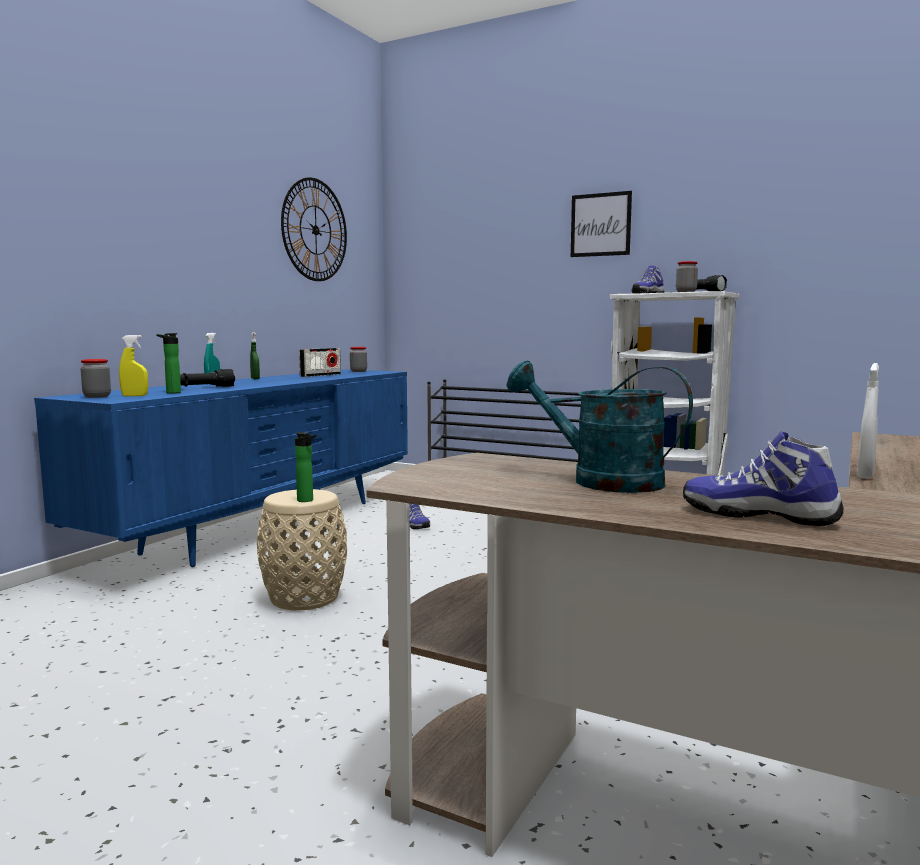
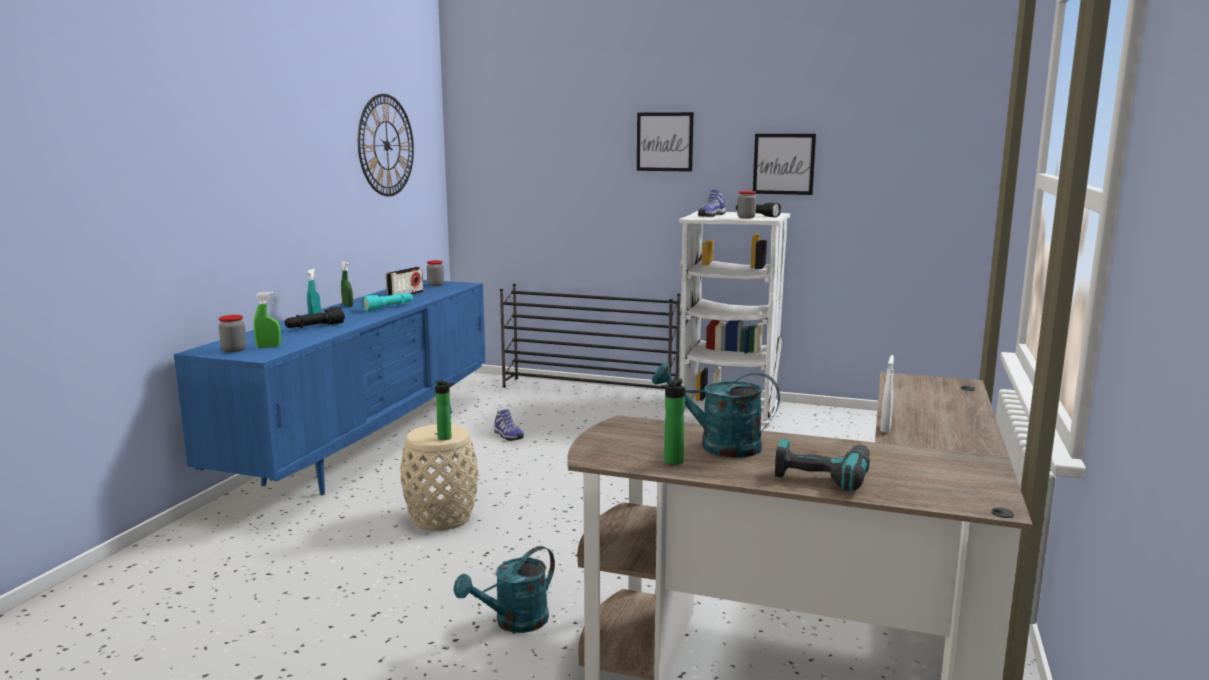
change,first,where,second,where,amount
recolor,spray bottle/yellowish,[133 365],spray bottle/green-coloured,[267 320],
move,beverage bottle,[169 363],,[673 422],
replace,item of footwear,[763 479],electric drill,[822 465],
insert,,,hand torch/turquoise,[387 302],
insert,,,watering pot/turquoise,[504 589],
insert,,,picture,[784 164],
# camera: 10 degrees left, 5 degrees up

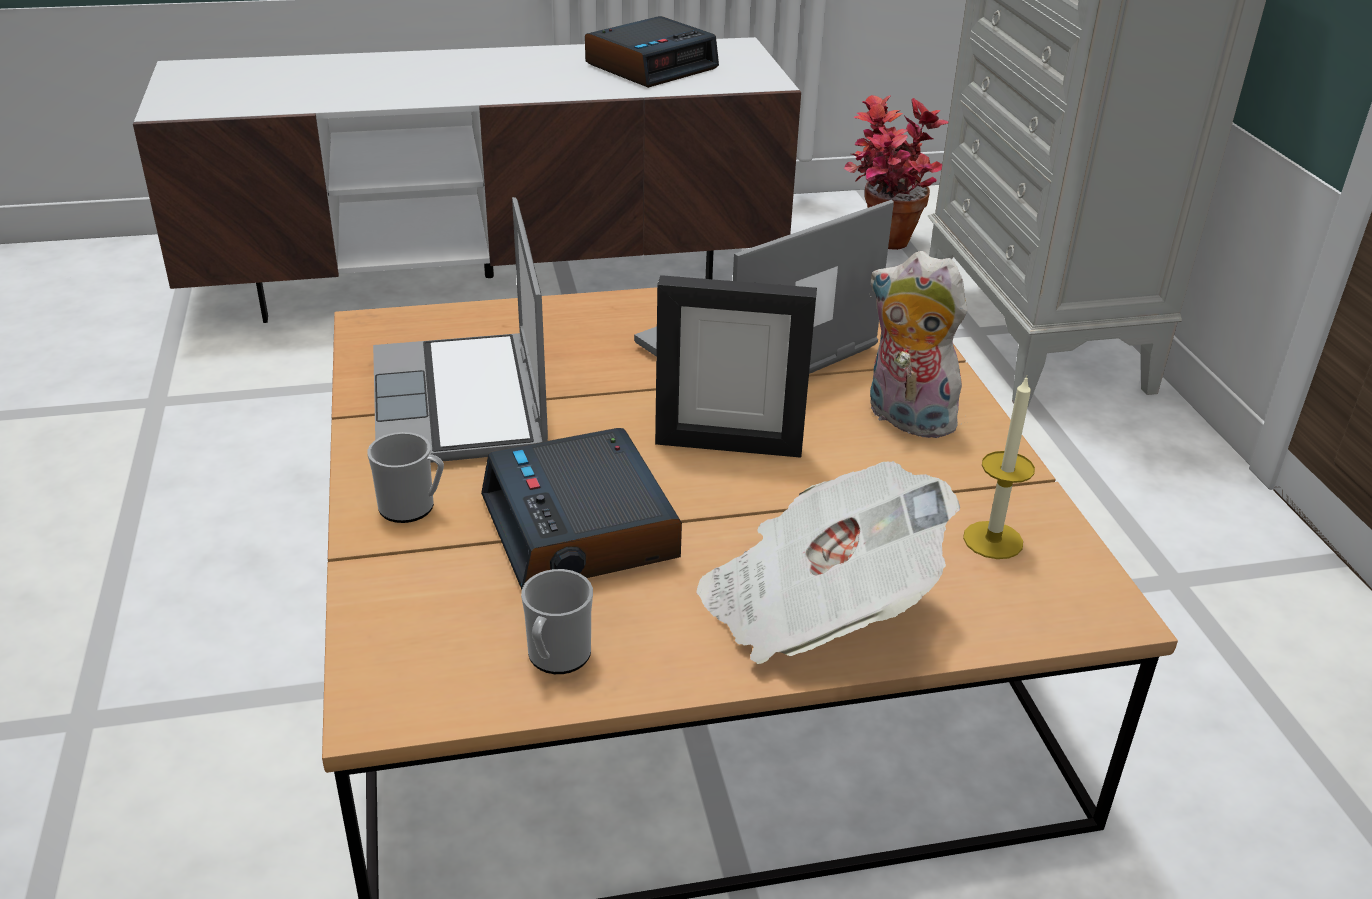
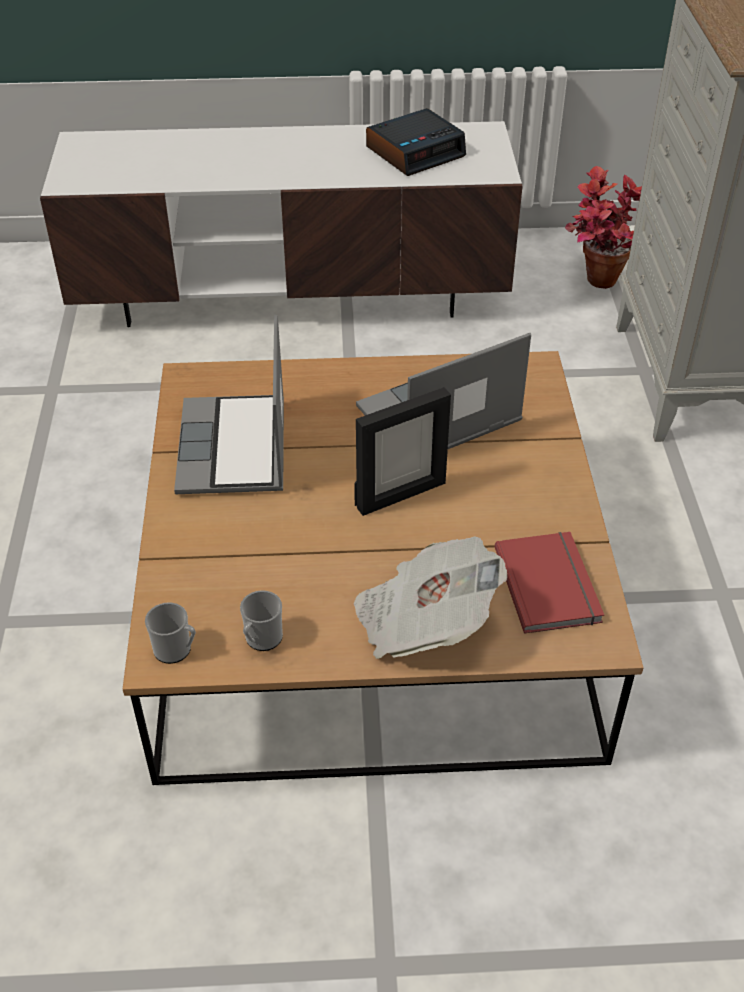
change,first,where,second,where,amount
move,coffee mug,[406 477],,[170 633],
delete,table clock,[581 509],,,
rotate,standing frame,[736 366],,[402 451],45 degrees counterclockwise
delete,soft toy,[918 344],,,
replace,wax light,[999 467],bound book/red,[549 583],
# camera: 10 degrees right, 10 degrees up

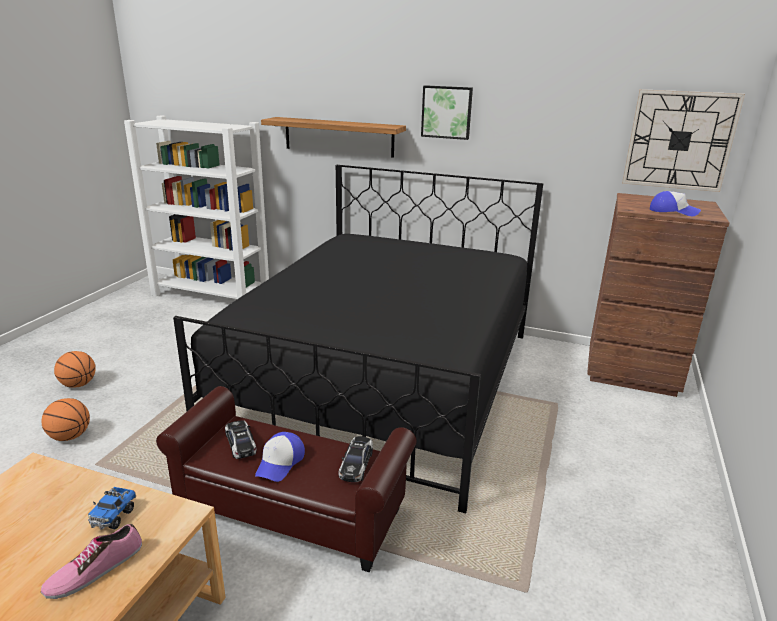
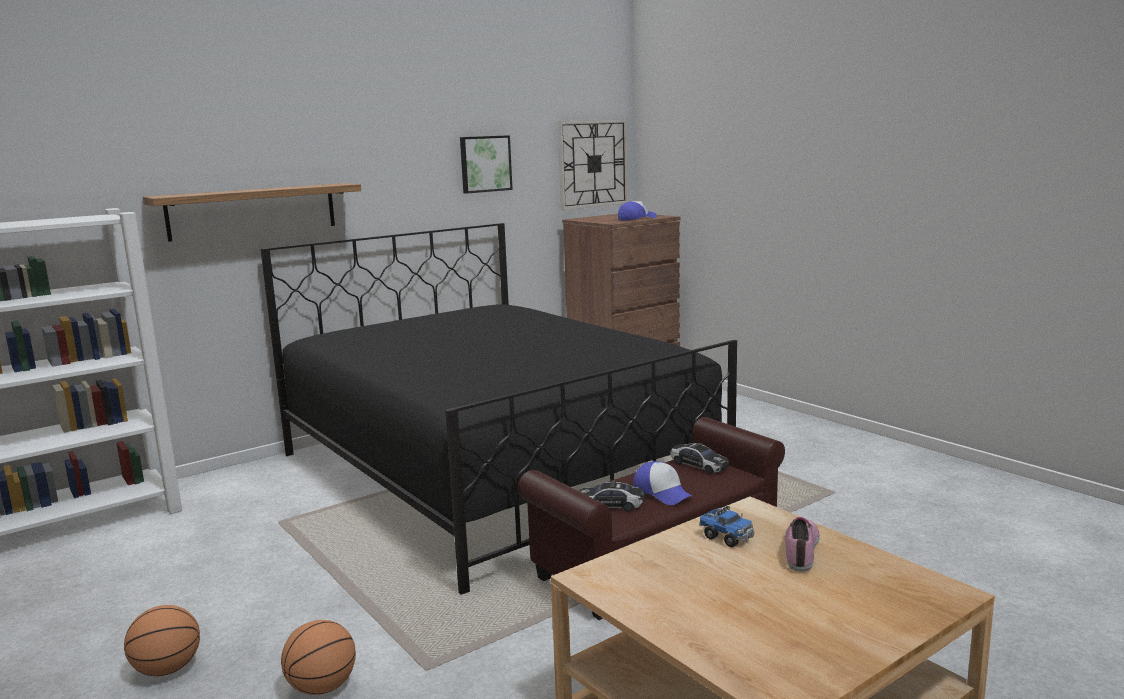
change,first,where,second,where,amount
rotate,item of footwear,[91 561],,[802 544],150 degrees counterclockwise
move,picture,[447 112],,[486 164],
# camera: 55 degrees left, 10 degrees down

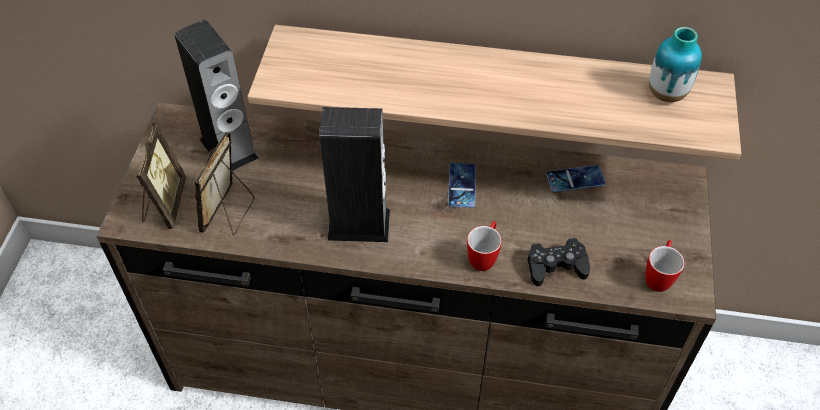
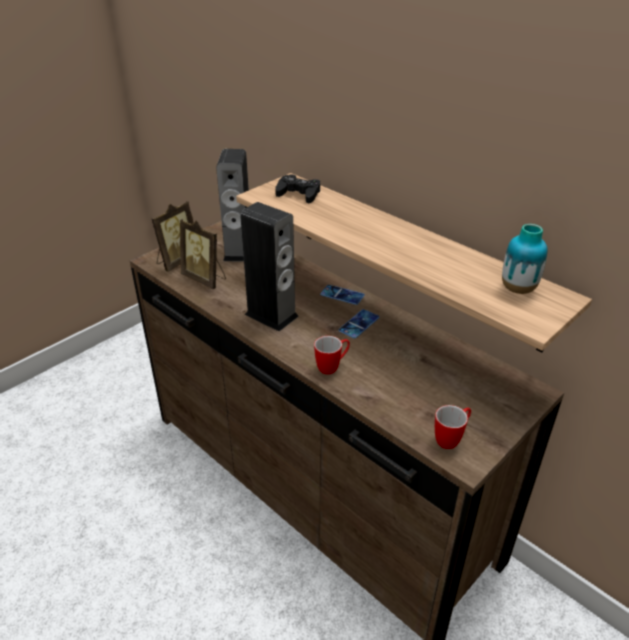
change,first,where,second,where,amount
rotate,standing frame,[225 183],,[203 254],105 degrees counterclockwise
move,joypad/blackish,[558 262],,[297 188],
move,phone,[576 178],,[342 295],
# camera: 35 degrees right, 15 degrees down

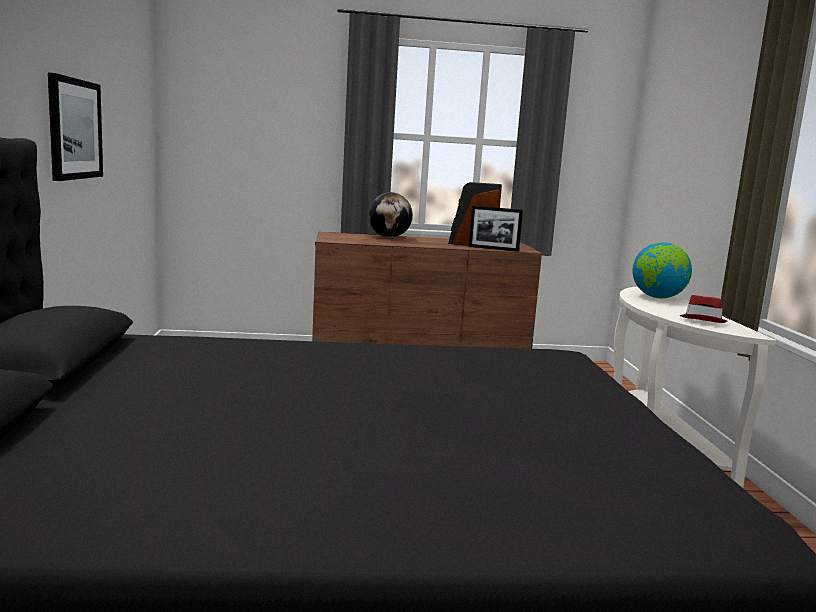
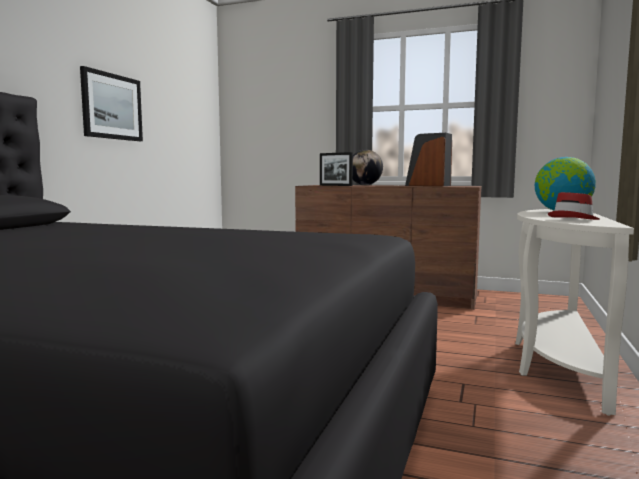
change,first,where,second,where,amount
move,standing frame,[496 229],,[336 169],
# camera: 25 degrees right, 5 degrees down

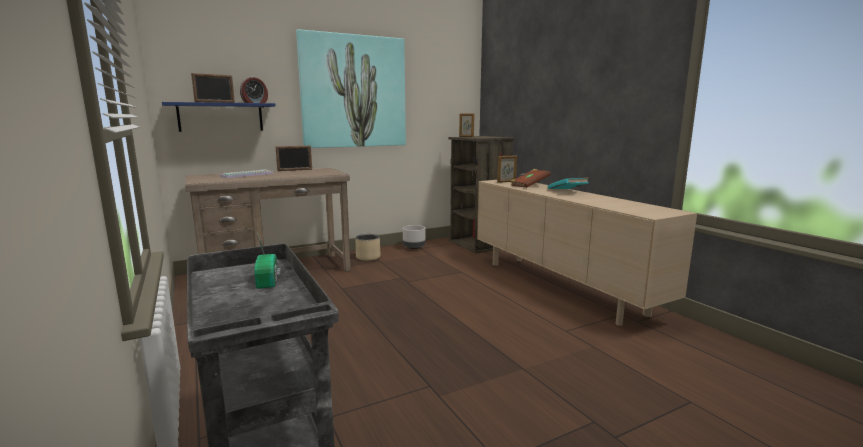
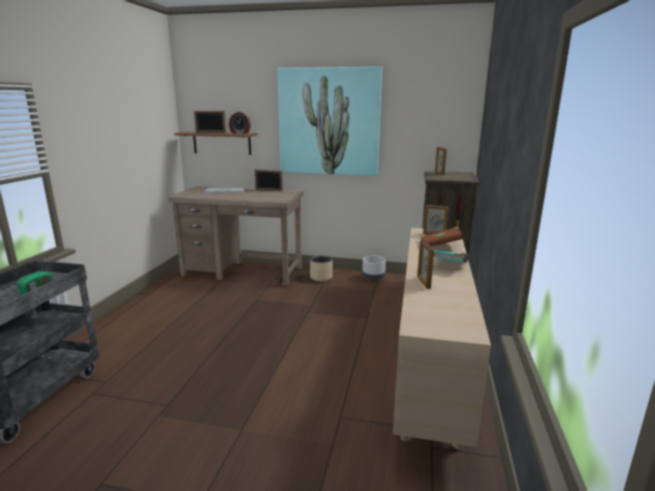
change,first,where,second,where,amount
recolor,shelf/blue-coloured,[219 117],shelf/brown,[216 143],
insert,,,standing frame,[425 264],
# camera: 40 degrees right, 5 degrees up

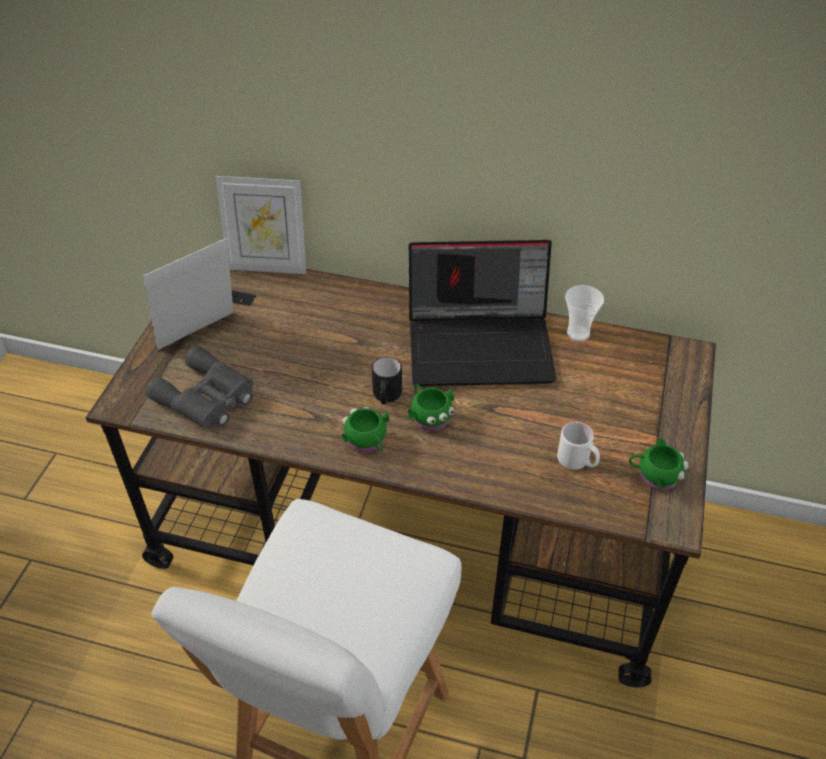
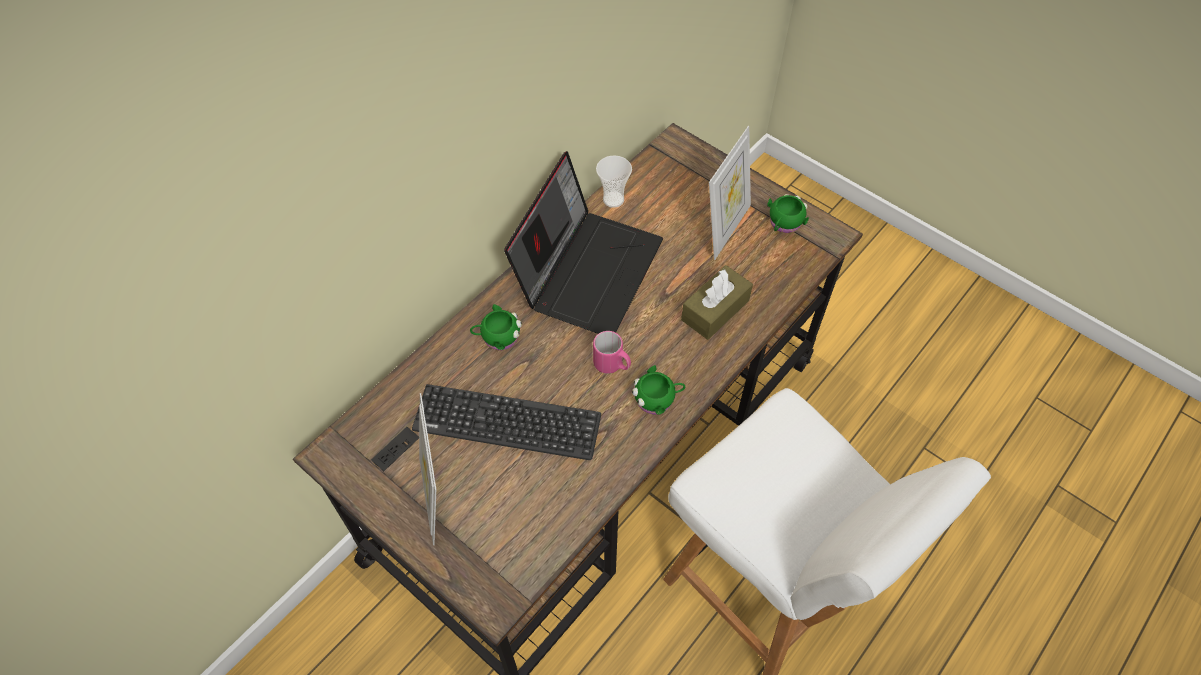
change,first,where,second,where,amount
delete,field glasses/grey,[200 387],,,
move,standing frame,[261 225],,[730 193],
recolor,coffee mug/blackish,[387 381],coffee mug/pink-coloured,[612 352],
move,coffee mug/green-coloured,[431 407],,[496 327],
delete,coffee mug/whitish,[578 446],,,
insert,,,keyboard,[506 422],
insert,,,tissue holder/brown,[717 302],
# camera: 65 degrees left, 10 degrees up

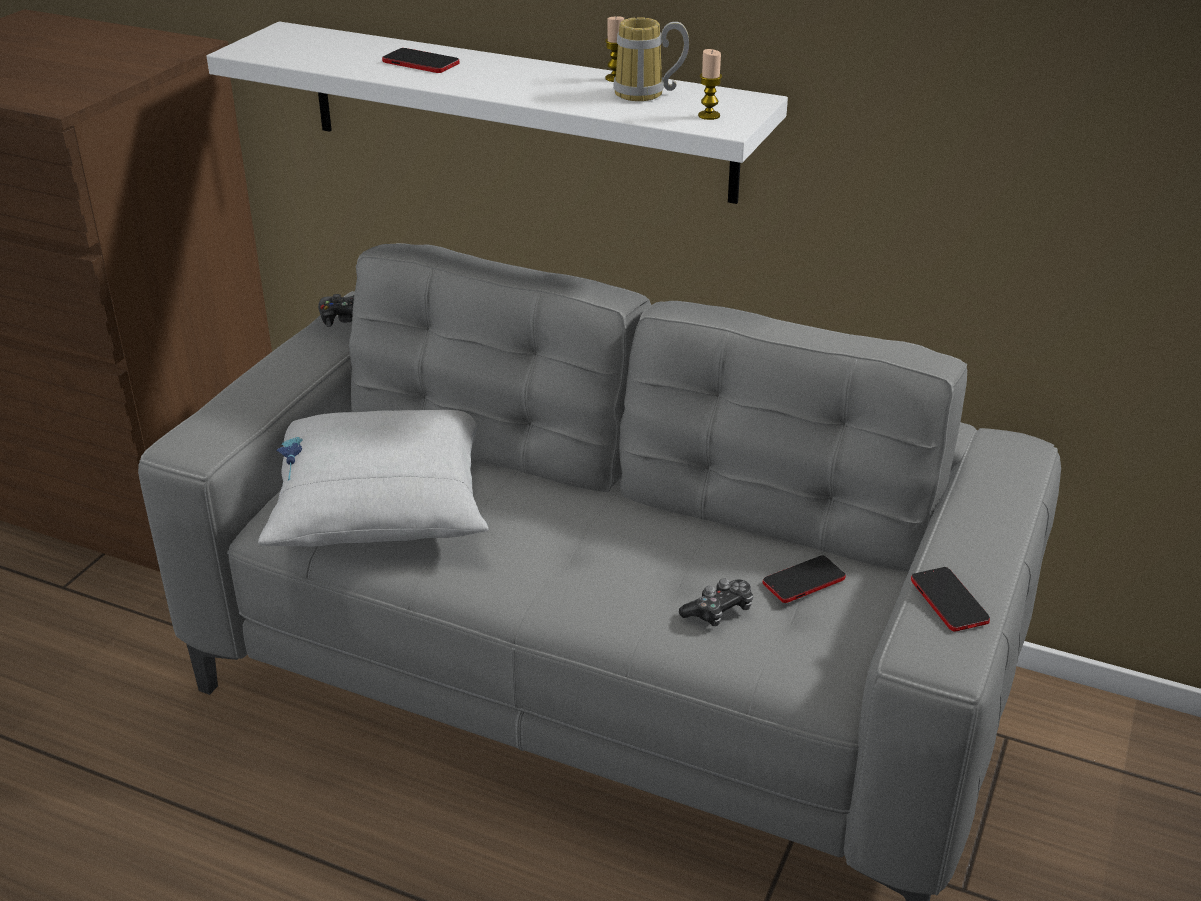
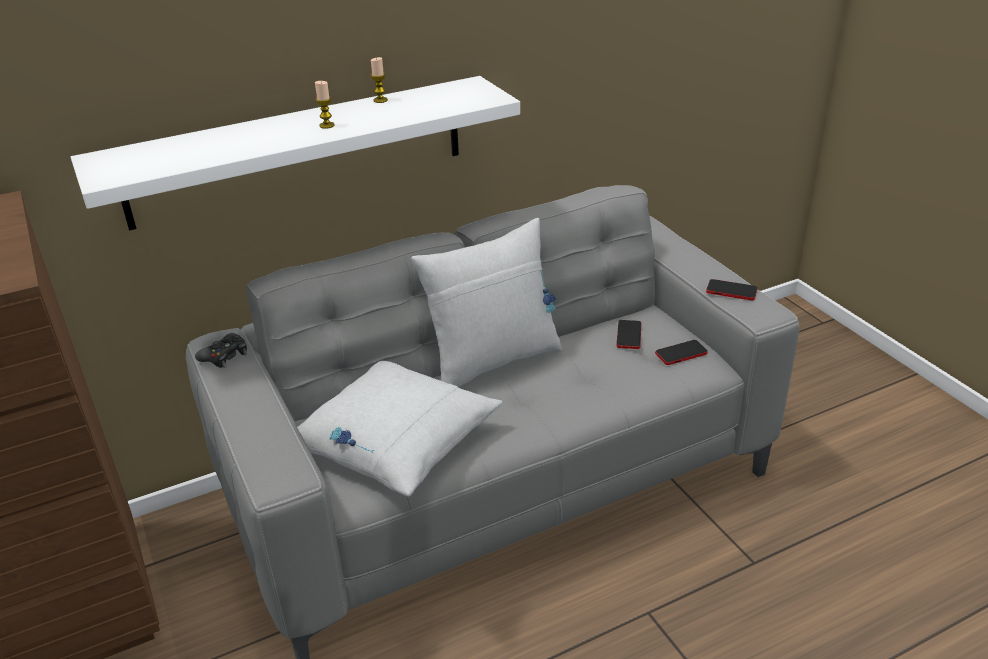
change,first,where,second,where,amount
move,phone,[421 60],,[681 352],
delete,coffee mug,[651 59],,,
delete,joypad,[716 602],,,
move,wax light,[710 84],,[325 105],
insert,,,throw pillow/grey,[486 302],
# camera: 50 degrees left, 0 degrees up

